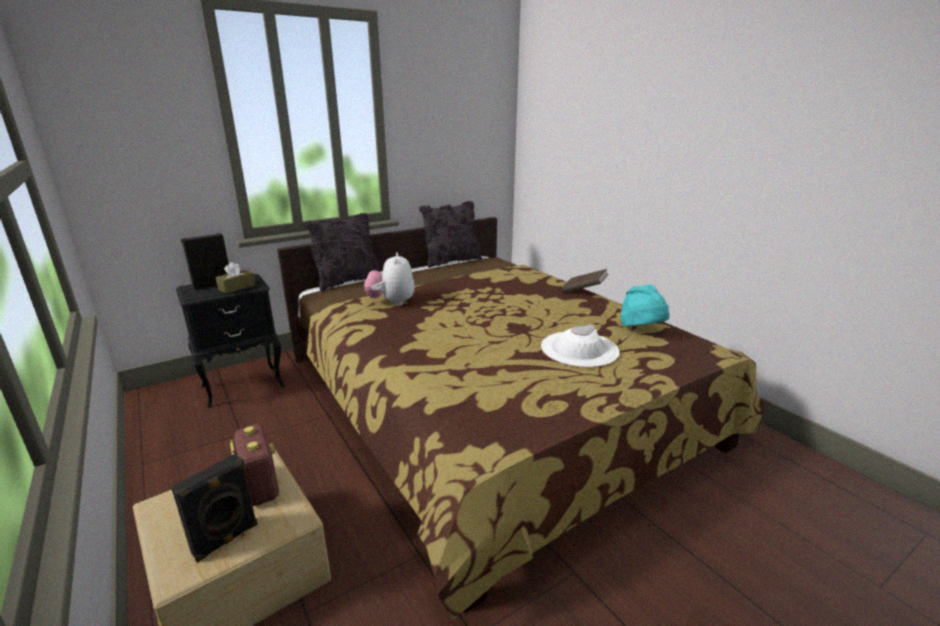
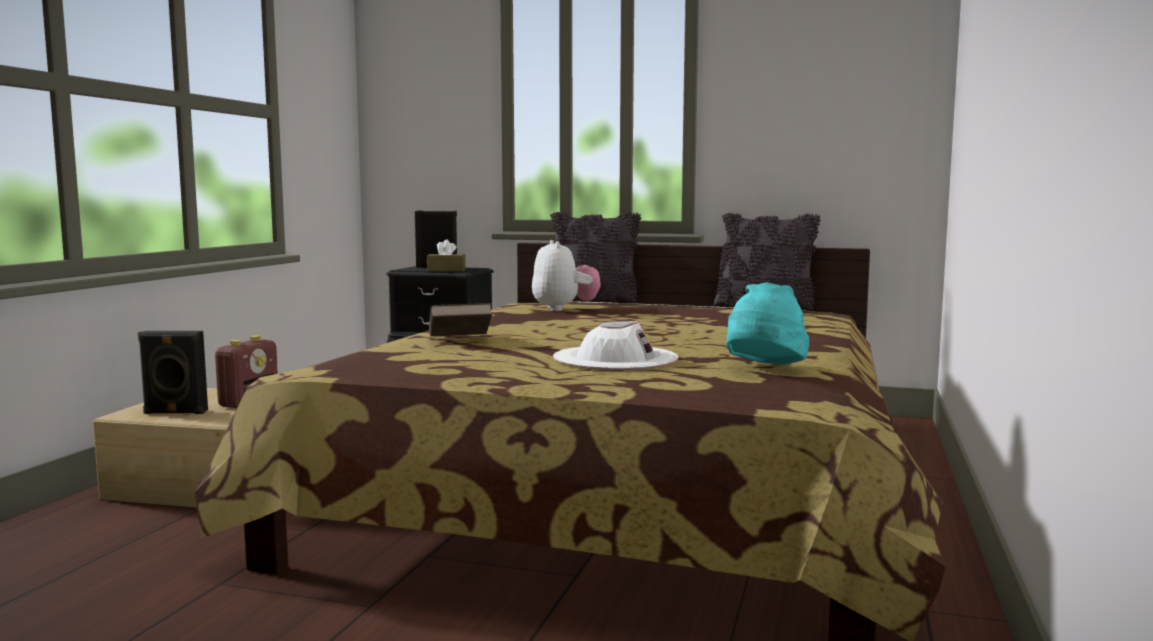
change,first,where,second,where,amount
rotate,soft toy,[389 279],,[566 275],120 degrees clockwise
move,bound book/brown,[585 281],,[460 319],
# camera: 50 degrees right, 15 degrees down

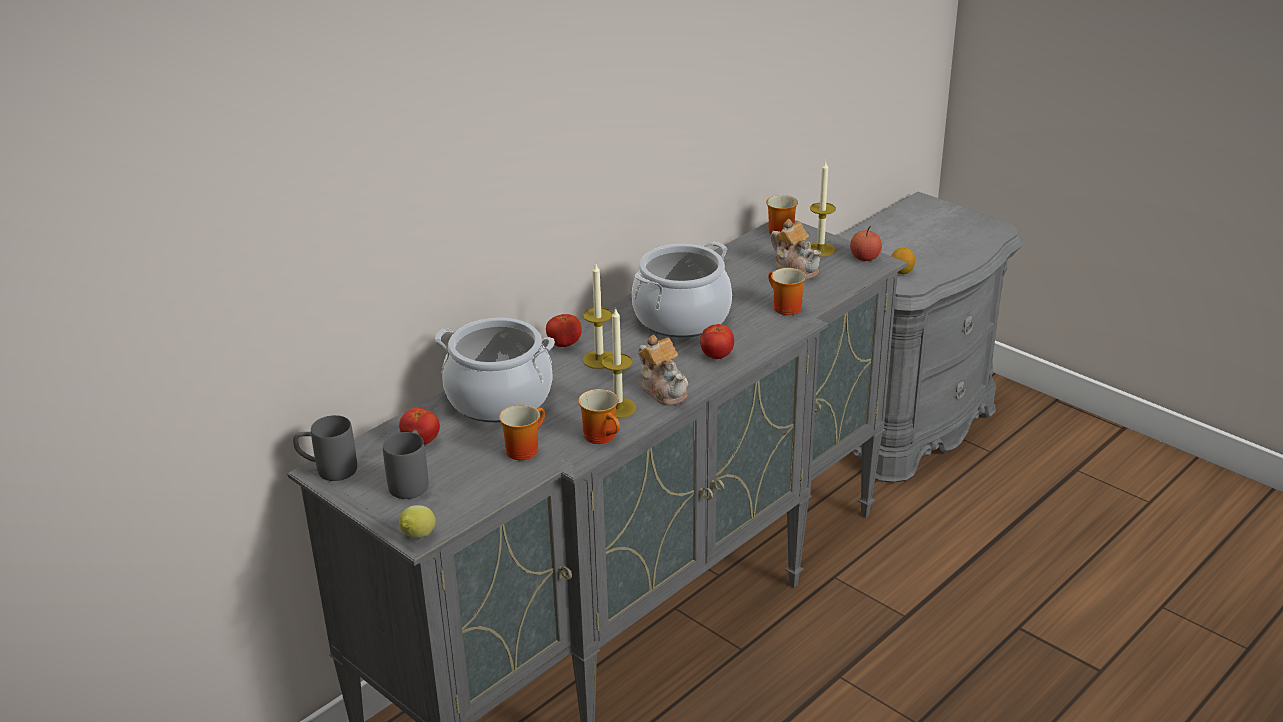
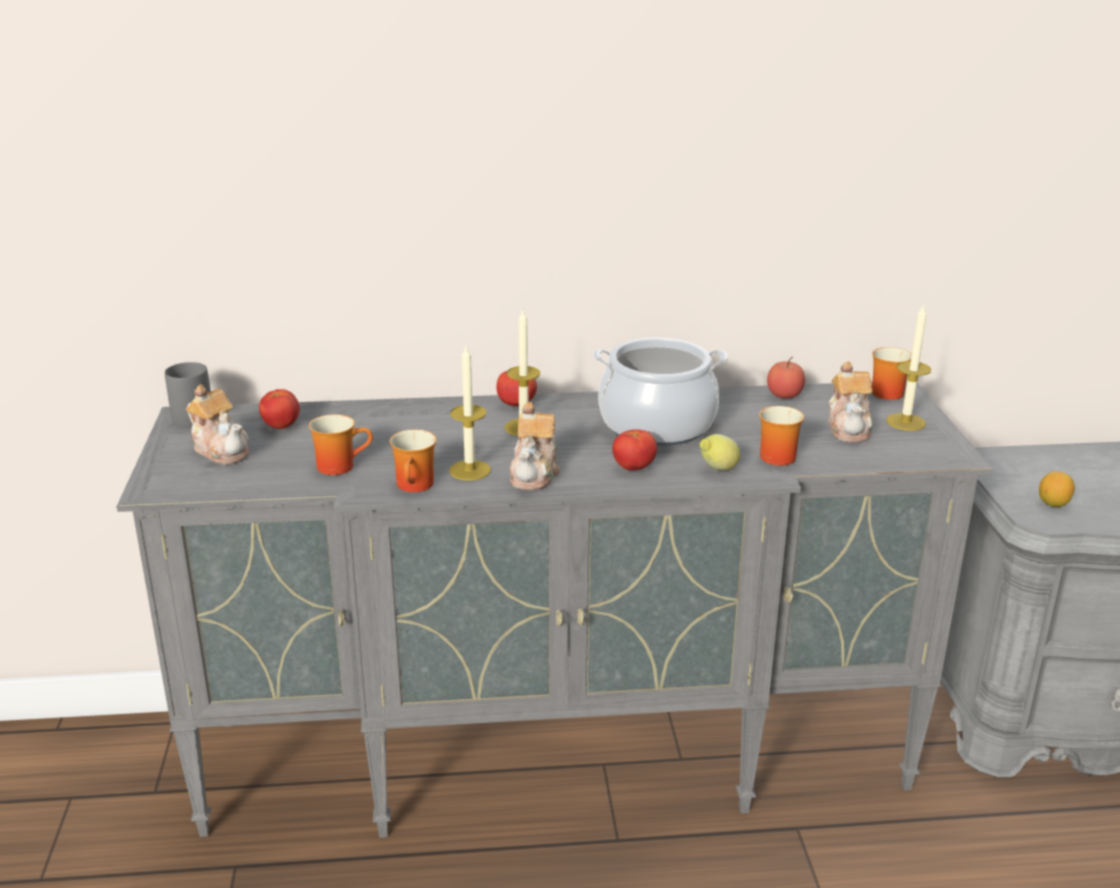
change,first,where,second,where,amount
replace,coffee mug/grey,[406 464],teapot,[218 424],
move,lemon,[417 522],,[720 452],
delete,stockpot,[495 370],,,
move,whole apple,[866 243],,[786 377],
# camera: 40 degrees right, 5 degrees down

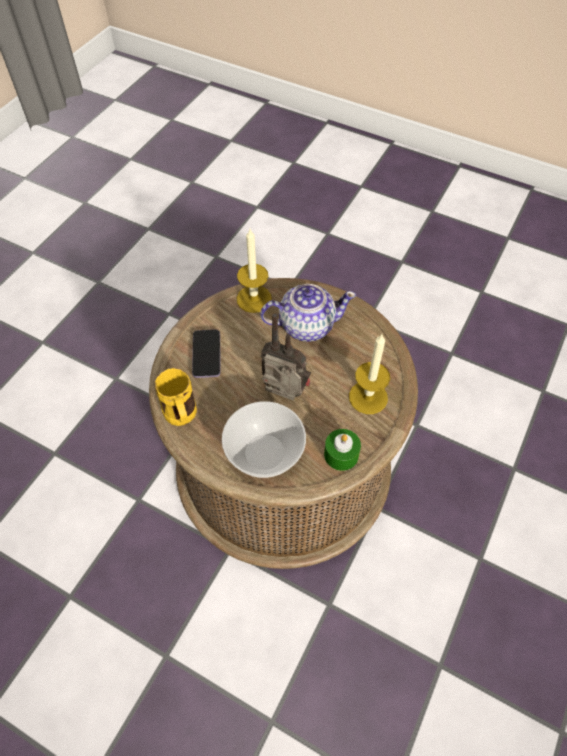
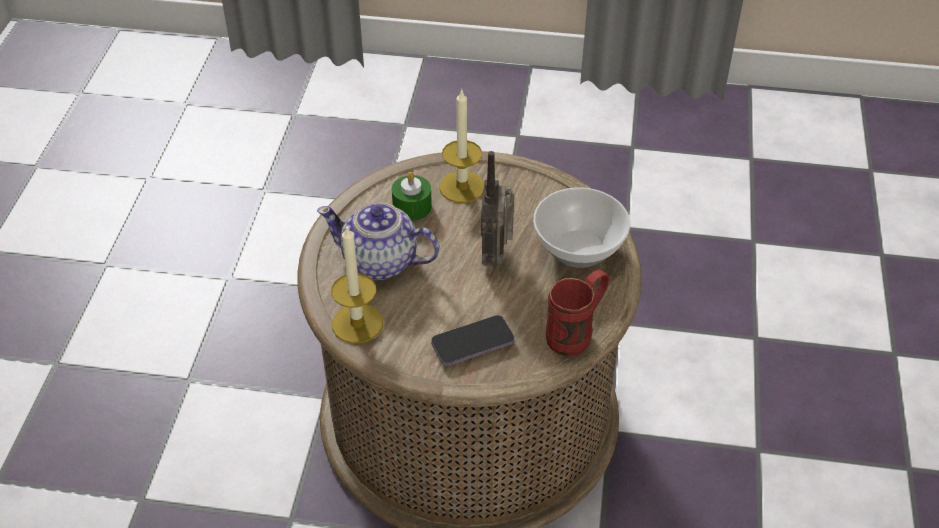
change,first,where,second,where,amount
recolor,coffee mug/yellowish,[176 397],coffee mug/red,[577 313],
rotate,teapot,[308 313],,[378 241],45 degrees counterclockwise
move,wax light/green-coloured,[342 450],,[412 196],
# camera: 110 degrees left, 10 degrees down

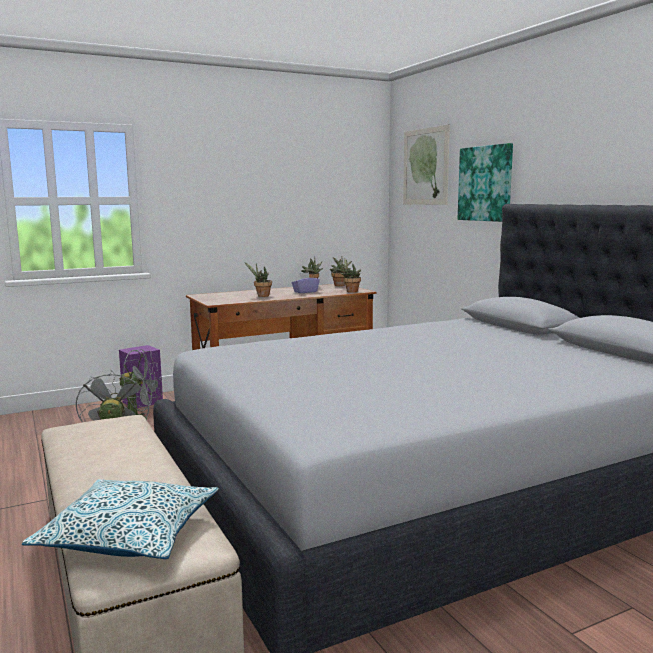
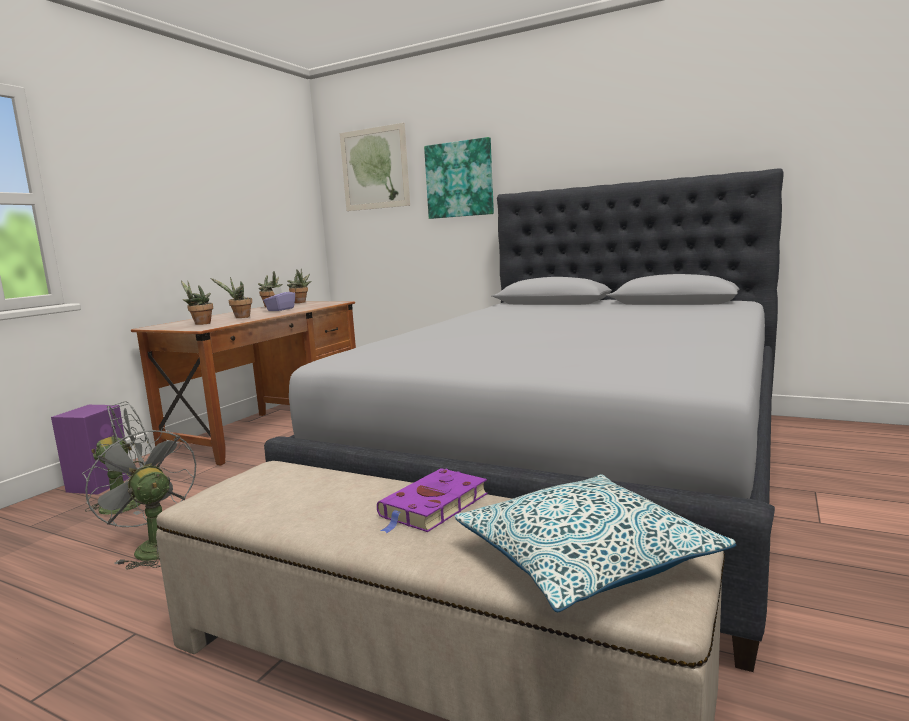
change,first,where,second,where,amount
move,plant in a pot,[351 276],,[197 303],
insert,,,bound book/purple,[432 500],
# camera: 35 degrees left, 0 degrees up

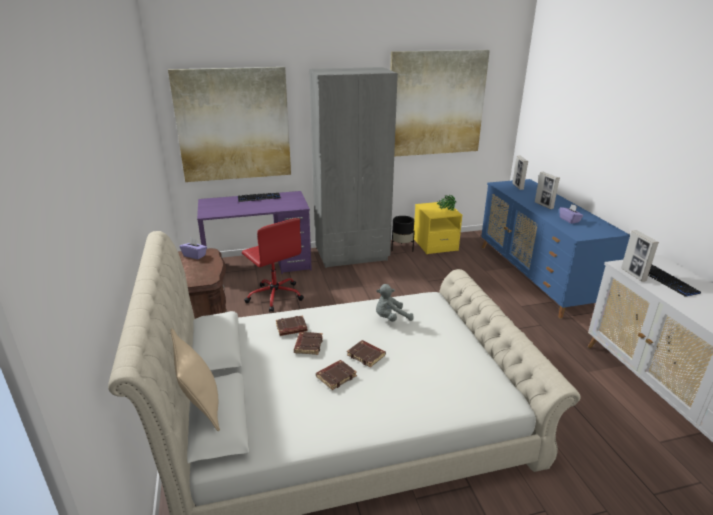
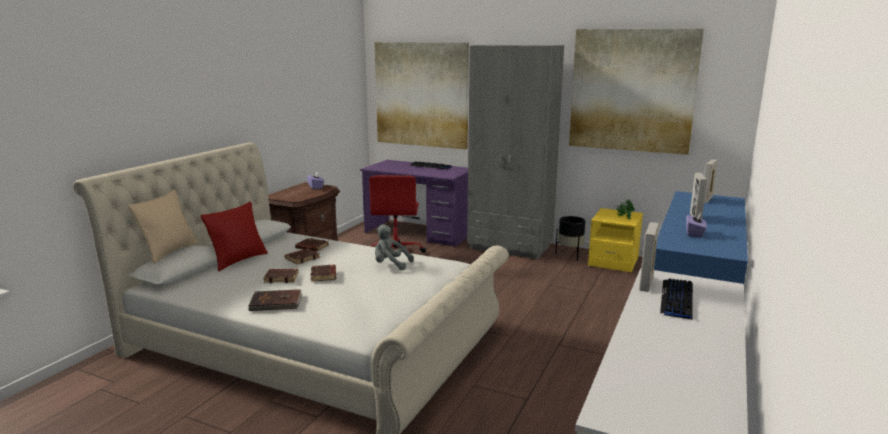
change,first,where,second,where,amount
insert,,,throw pillow/red,[234 236],
insert,,,bound book/brown,[275 300],
# camera: 40 degrees right, 10 degrees down

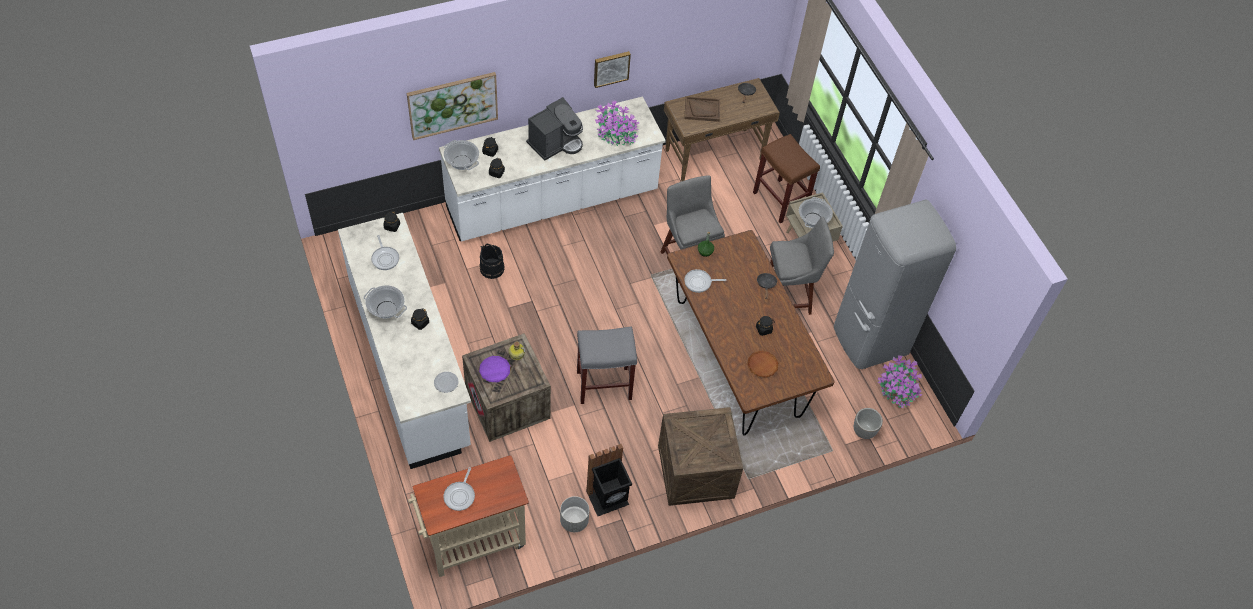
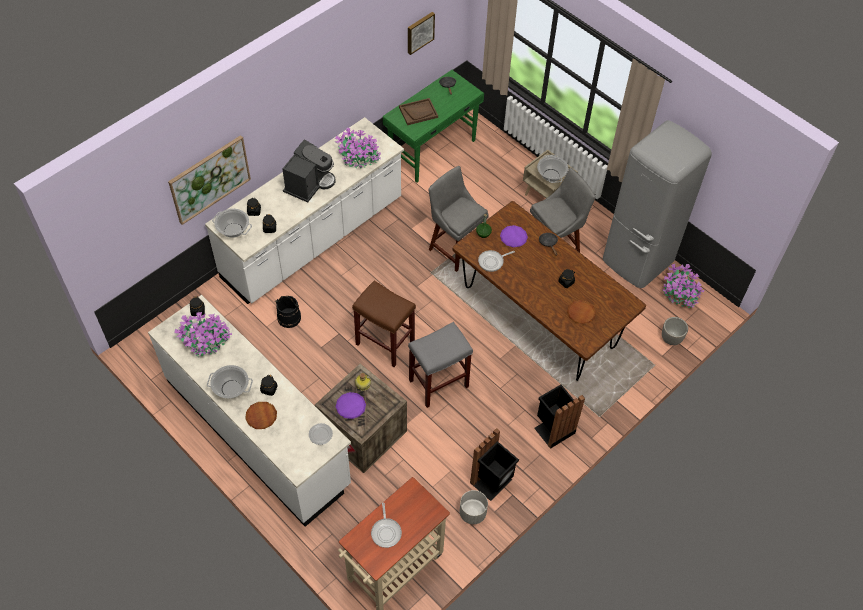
change,first,where,second,where,amount
replace,pan,[385 252],plant in a pot,[203 333],
move,picture,[612 69],,[421 33],
replace,shipping crate,[700 456],waste bin/blackish,[559 417],
recolor,narrow table/brown,[722 129],narrow table/green-coloured,[433 126],
move,stool/brown,[786 179],,[384 324],
insert,,,flat dish/brown,[261 415],
insert,,,flat dish/purple,[514 236],
# camera: 20 degrees left, 0 degrees up

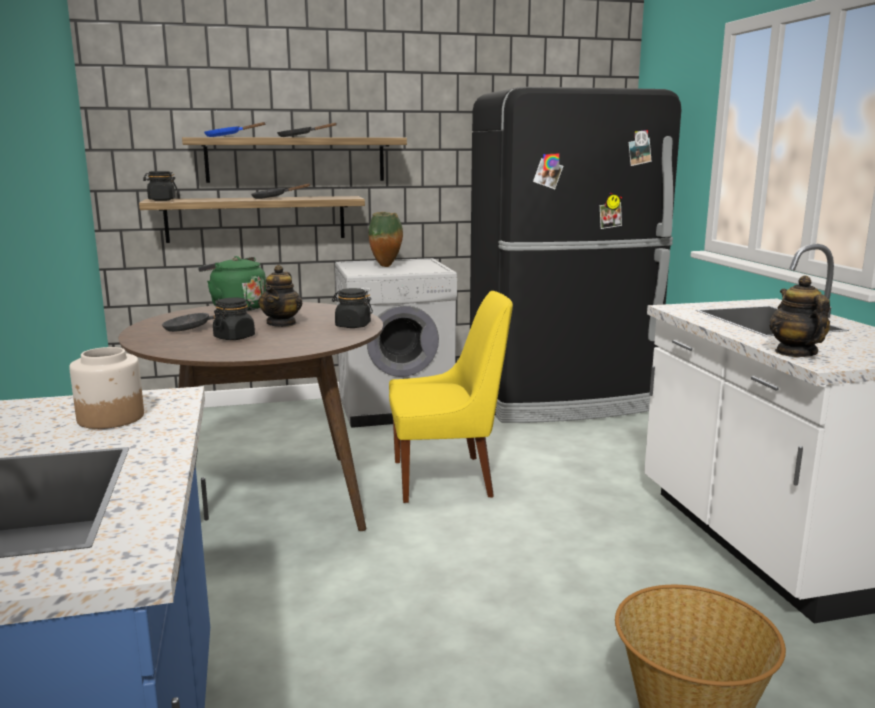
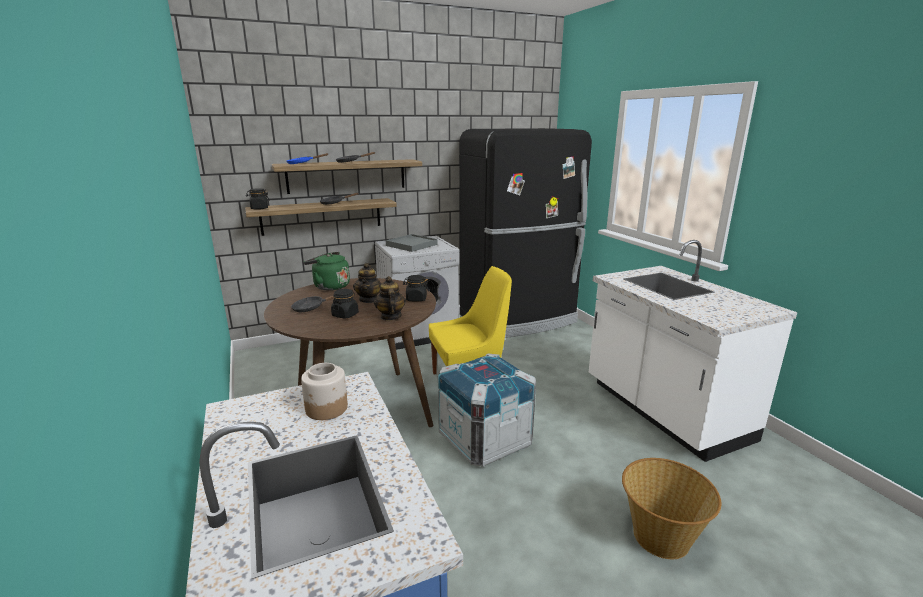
change,first,where,second,where,amount
replace,decorative vase,[386 239],carrying tray/grey,[412 243],
move,teapot,[799 316],,[390 298],
insert,,,shipping crate,[487 410],
# camera: 10 degrees left, 5 degrees up

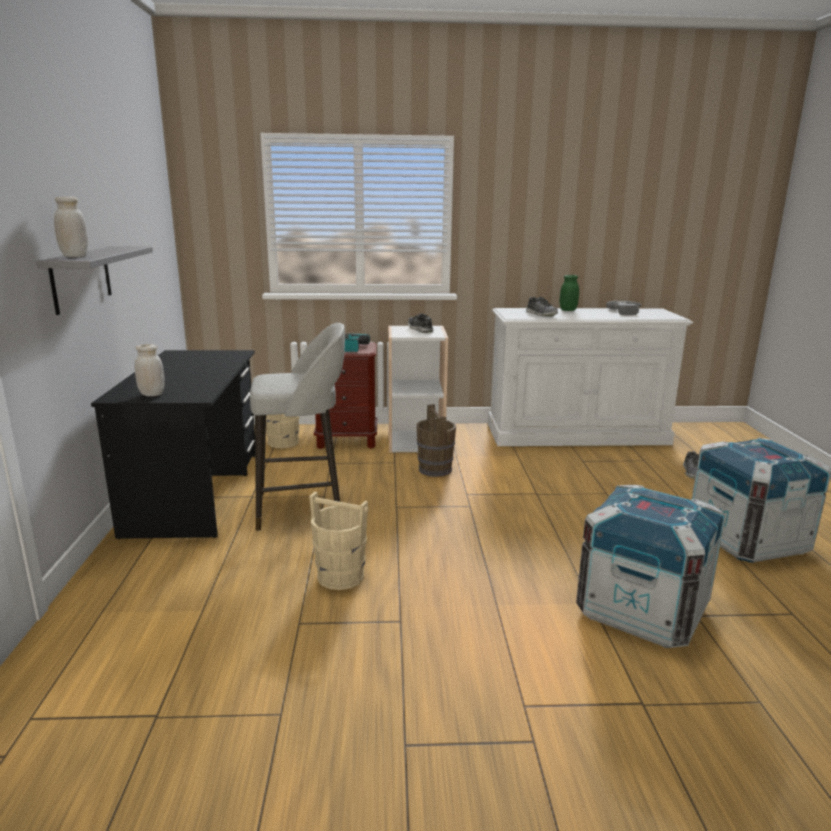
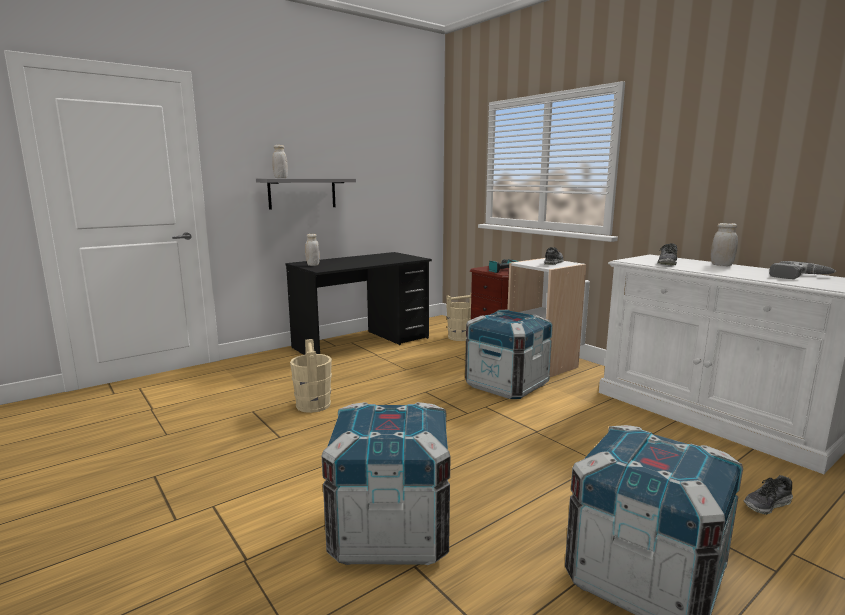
change,first,where,second,where,amount
delete,stool/grey,[297 427],,,
replace,pail/brown,[436 440],shipping crate,[509 354],
recolor,preserve jar/green-coloured,[569 293],preserve jar/whitish,[724 244],
# camera: 55 degrees right, 5 degrees down

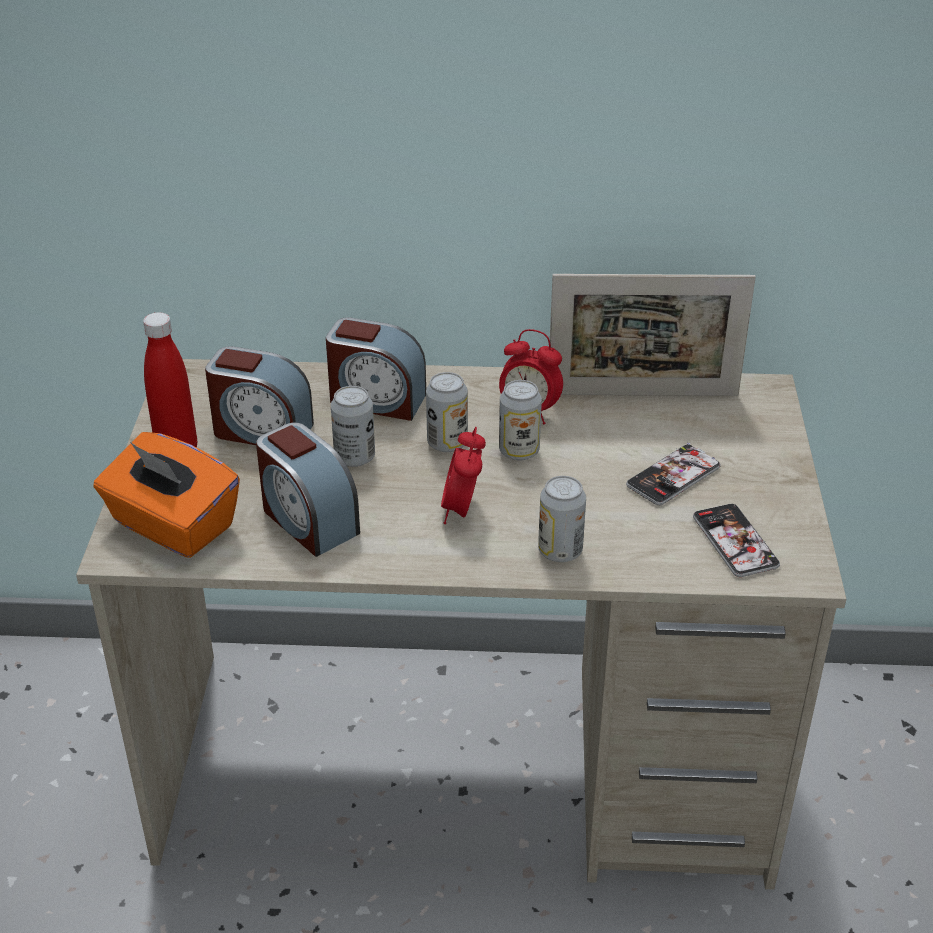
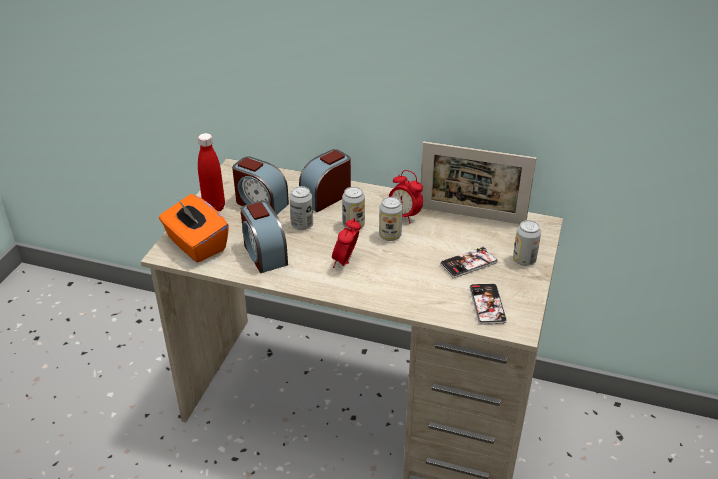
change,first,where,second,where,amount
rotate,table clock,[376 369],,[325 180],105 degrees clockwise
move,can,[562 519],,[527 243],
# camera: 15 degrees right, 0 degrees up

